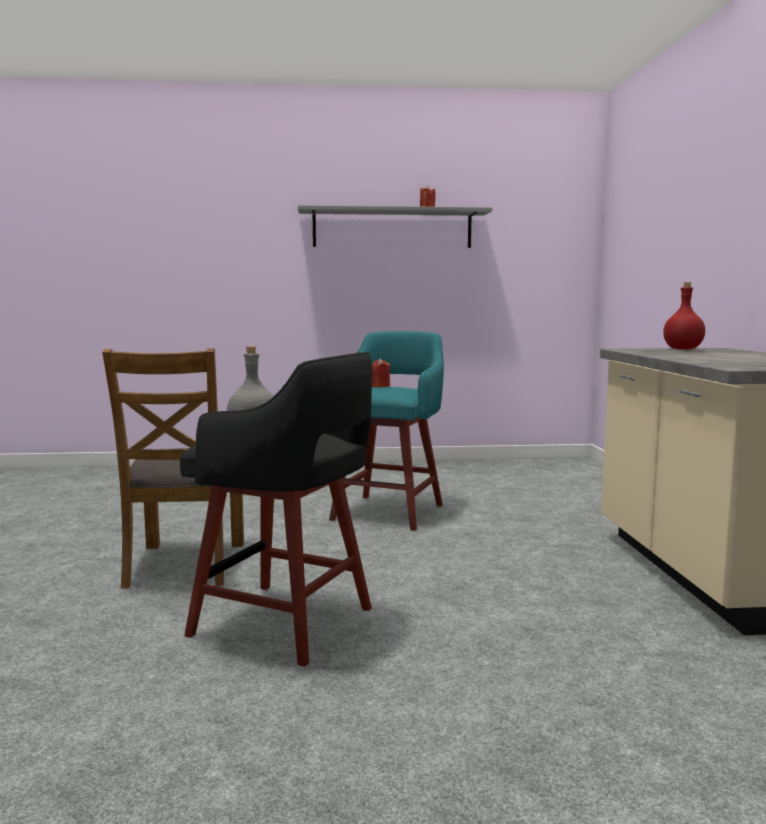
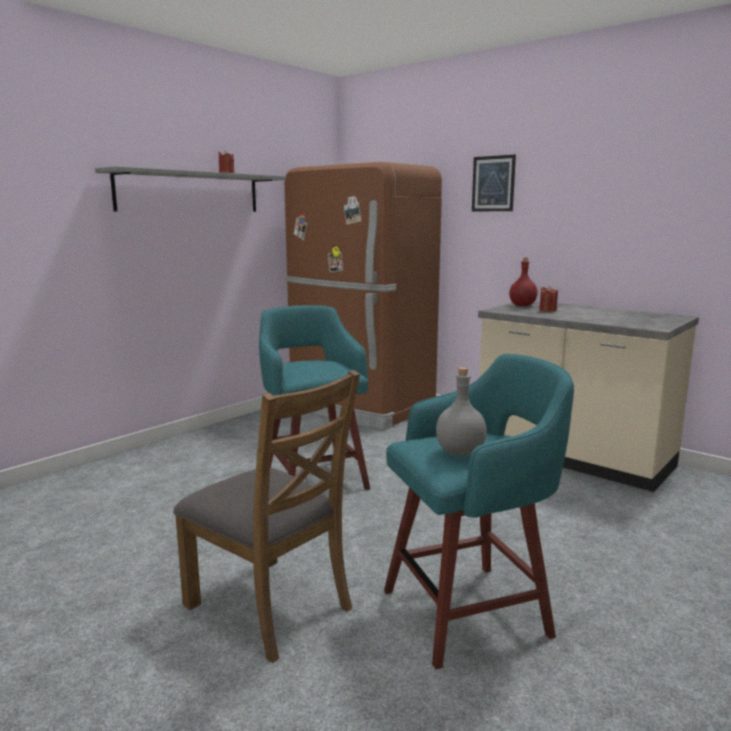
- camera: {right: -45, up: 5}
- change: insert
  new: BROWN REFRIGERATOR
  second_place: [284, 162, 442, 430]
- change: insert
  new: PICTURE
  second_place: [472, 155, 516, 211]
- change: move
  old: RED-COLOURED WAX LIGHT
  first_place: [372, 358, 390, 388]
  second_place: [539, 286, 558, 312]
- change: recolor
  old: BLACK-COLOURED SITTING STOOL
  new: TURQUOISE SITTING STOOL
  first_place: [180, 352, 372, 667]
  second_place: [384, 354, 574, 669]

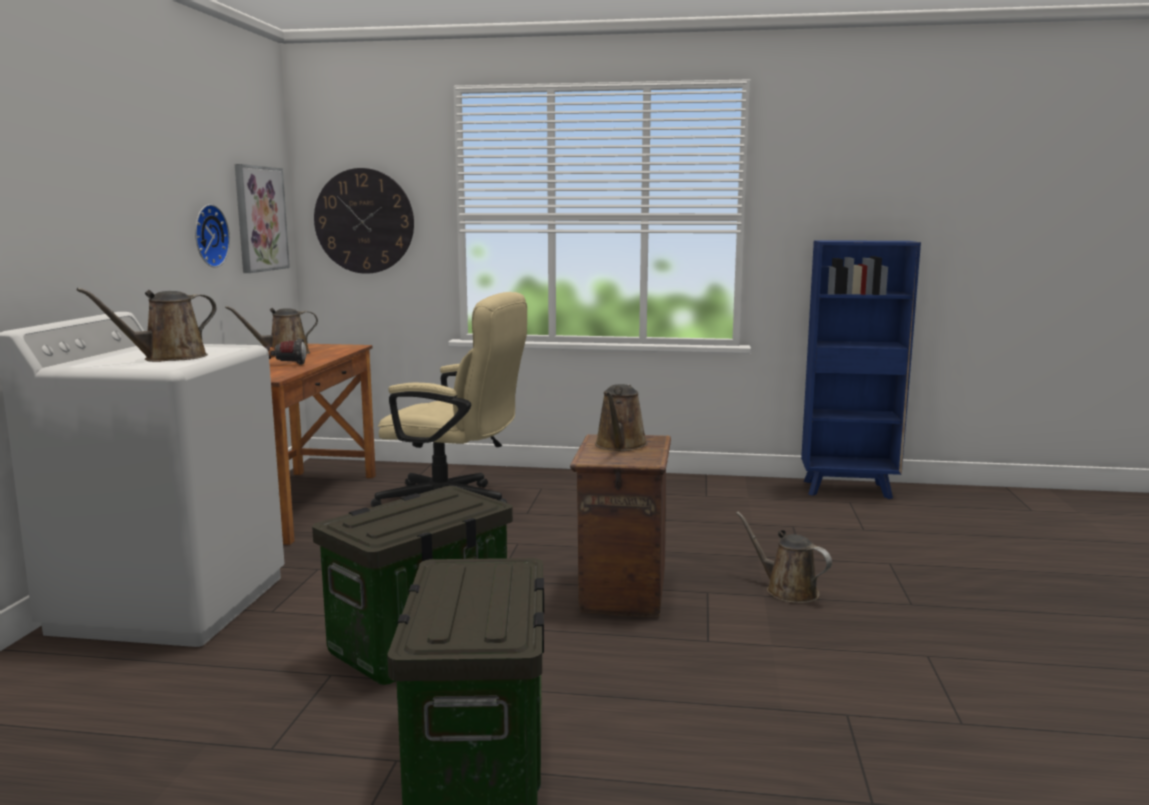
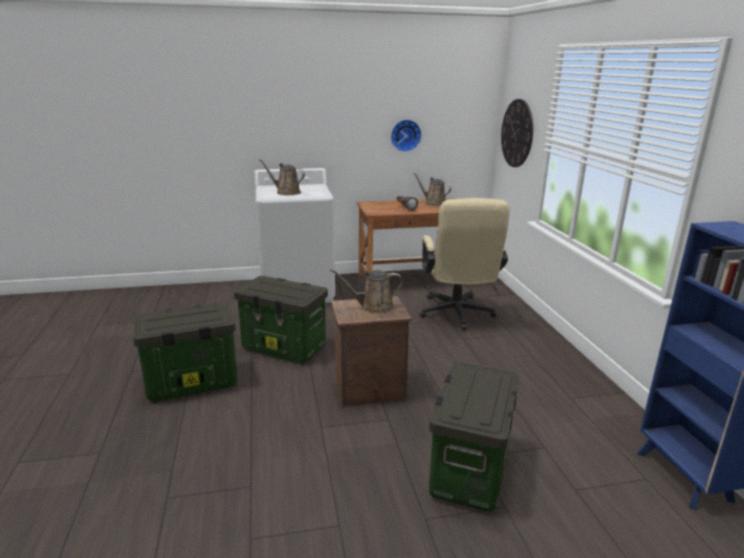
- camera: {right: 70, up: 10}
- change: delete
  old: PICTURE
  first_place: [235, 164, 290, 273]
- change: delete
  old: BROWN WATERING POT
  first_place: [736, 512, 832, 603]
- change: insert
  new: STORAGE BIN
  second_place: [429, 361, 519, 512]

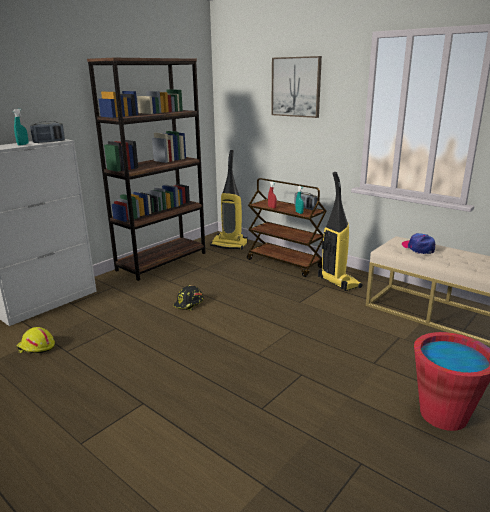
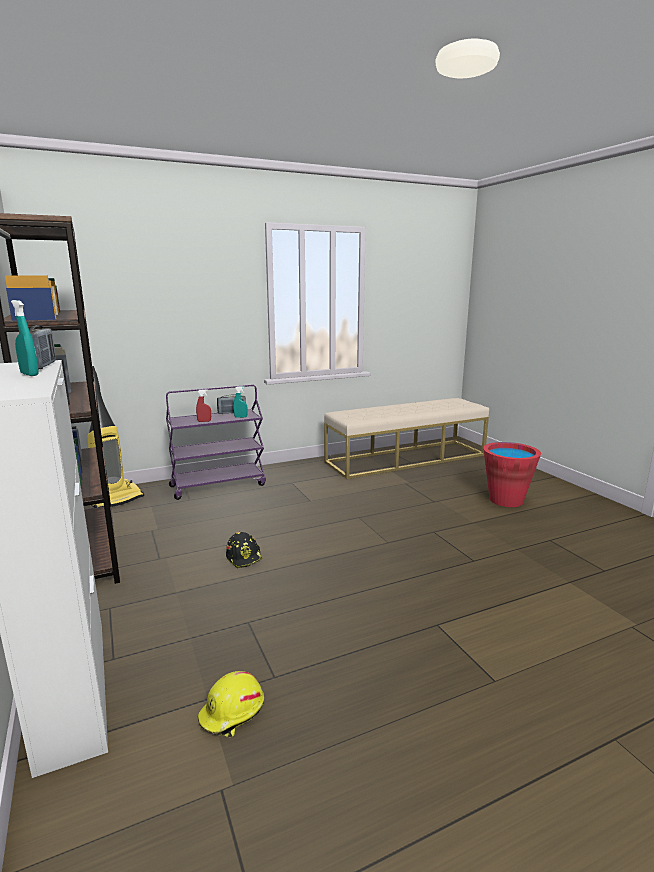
- camera: {right: -65, up: -5}
- change: delete
  old: PICTURE
  first_place: [271, 56, 322, 118]
- change: delete
  old: HOOVER
  first_place: [318, 172, 362, 291]
- change: delete
  old: PEAKED CAP
  first_place: [402, 233, 435, 254]
- change: recolor
  old: BROWN WHEELED CART
  new: PURPLISH WHEELED CART
  first_place: [247, 178, 327, 277]
  second_place: [166, 384, 266, 500]

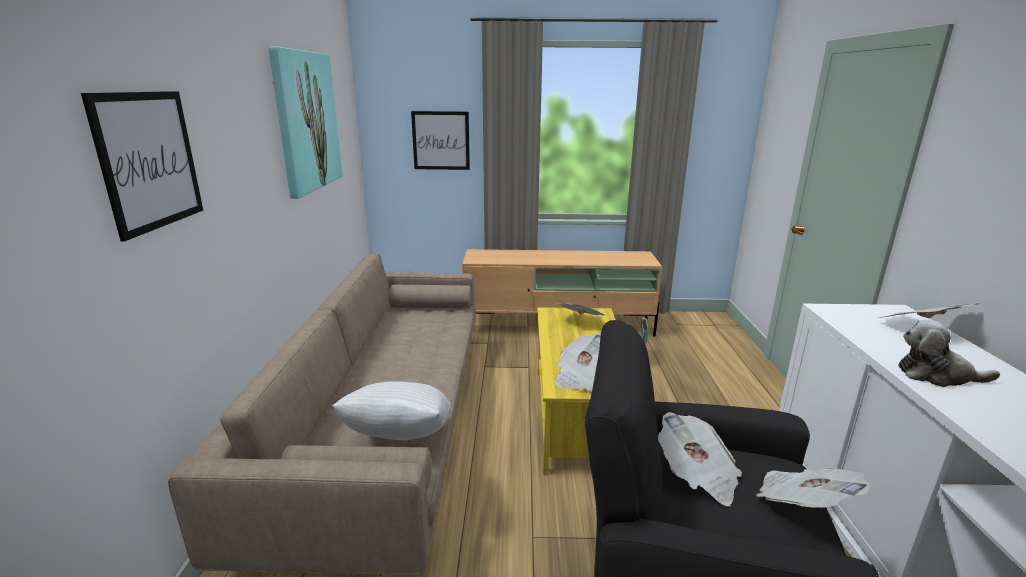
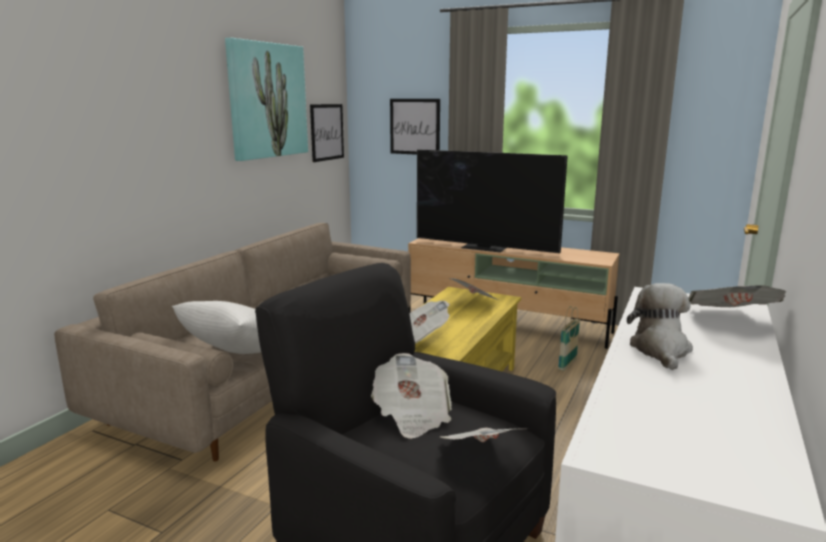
- camera: {right: 25, up: -5}
- change: insert
  new: TELEVISION
  second_place: [417, 149, 567, 253]
- change: move
  old: PICTURE
  first_place: [81, 91, 203, 241]
  second_place: [310, 104, 344, 162]
- change: rotate
  old: CUDDLY TOY
  first_place: [898, 320, 1000, 387]
  second_place: [627, 283, 693, 370]
  degrees: 60

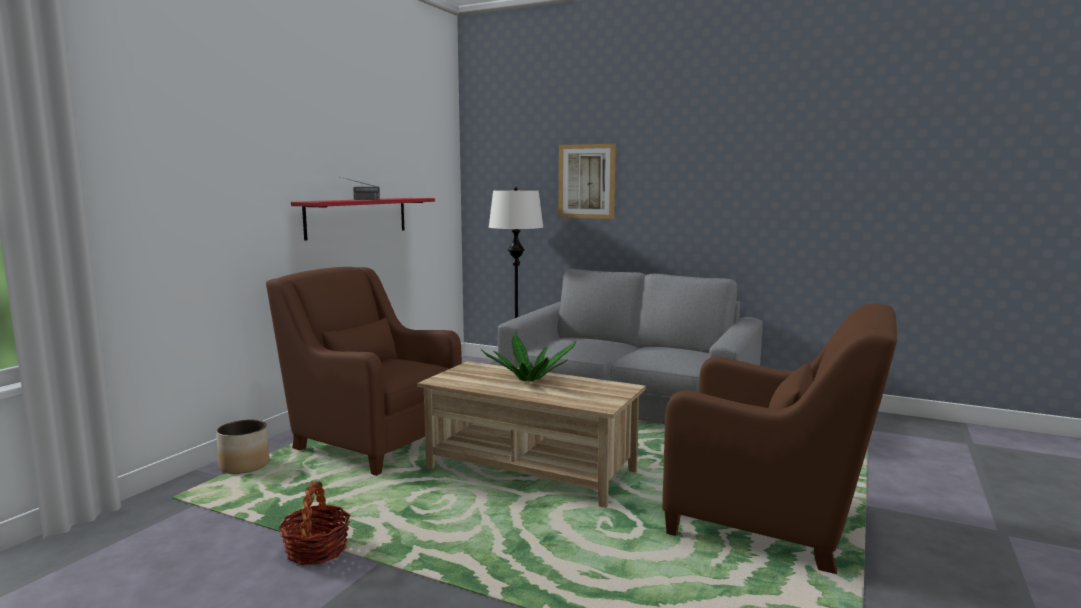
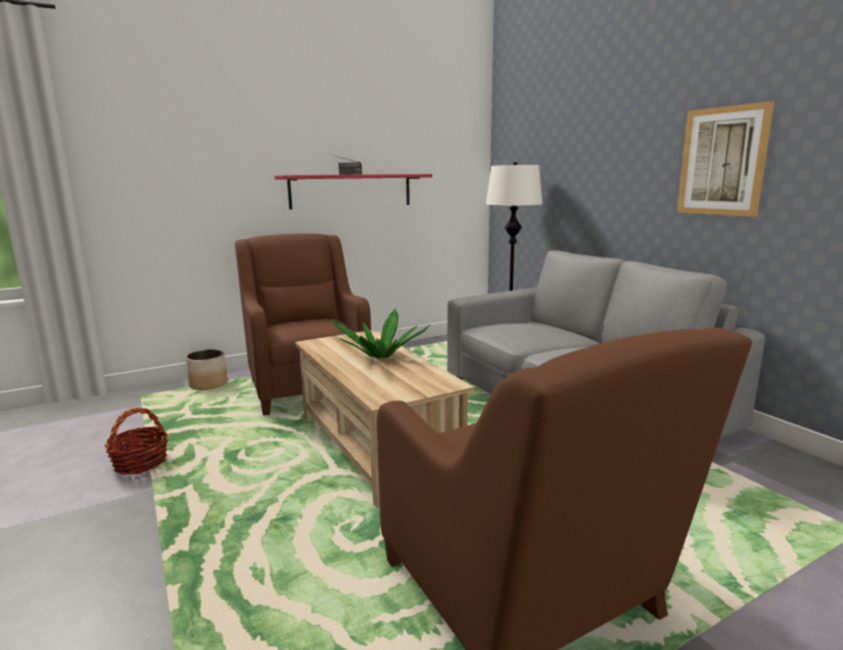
- camera: {right: 35, up: 5}
- change: move
  old: PICTURE
  first_place: [559, 144, 616, 219]
  second_place: [677, 101, 774, 217]

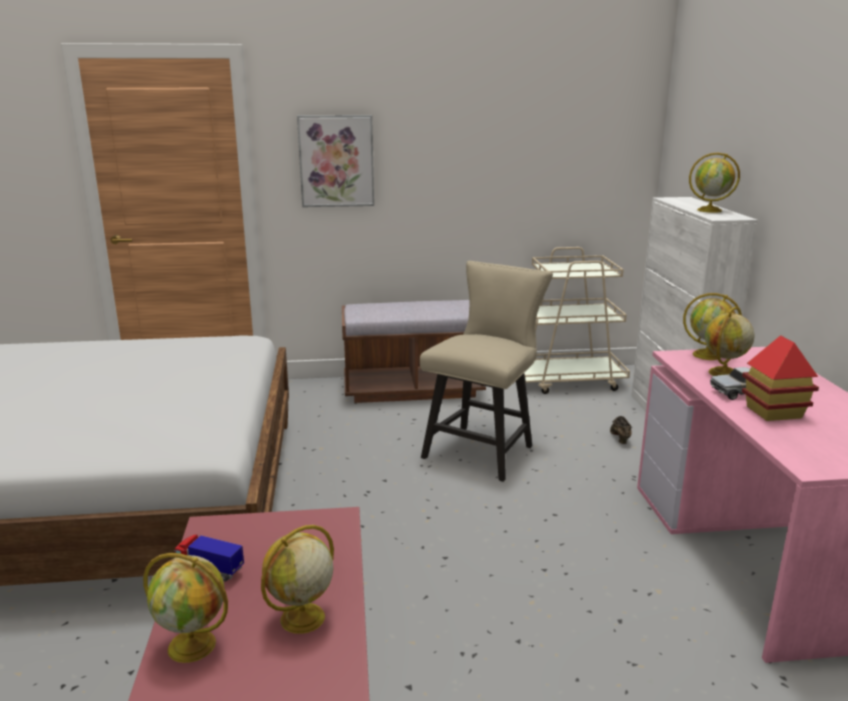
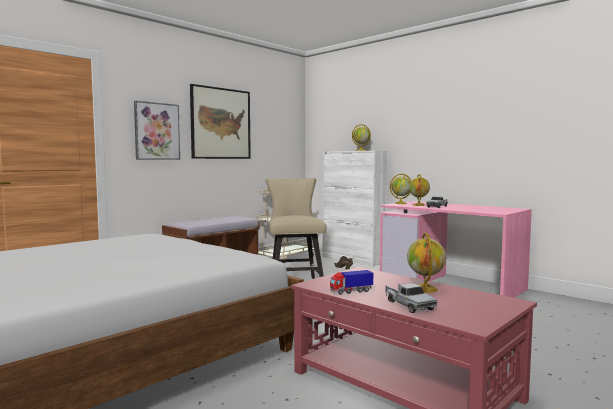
- camera: {right: -40, up: -15}
- change: delete
  old: MINIATURE HOUSE
  first_place: [742, 335, 819, 421]
- change: insert
  new: PICTURE
  second_place: [190, 84, 251, 159]
- change: replace
  old: GLOBE
  new: MODEL TRUCK
  first_place: [143, 553, 228, 663]
  second_place: [385, 284, 437, 313]

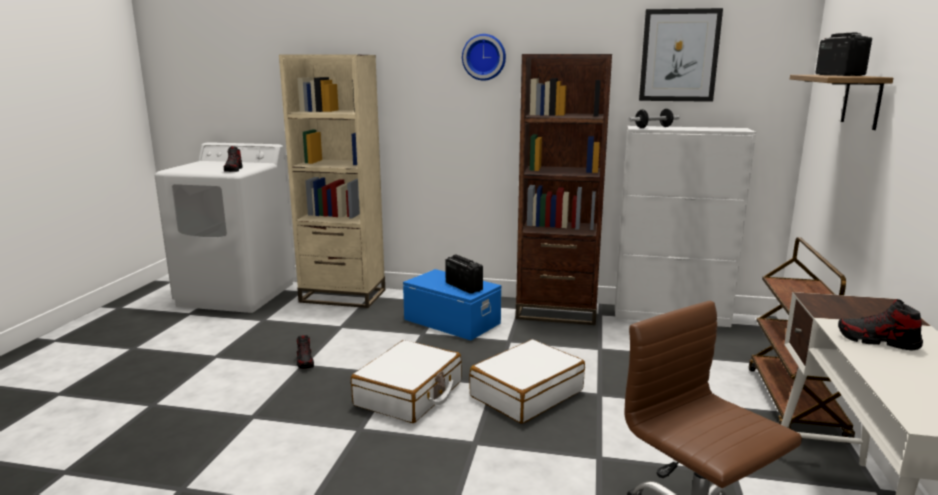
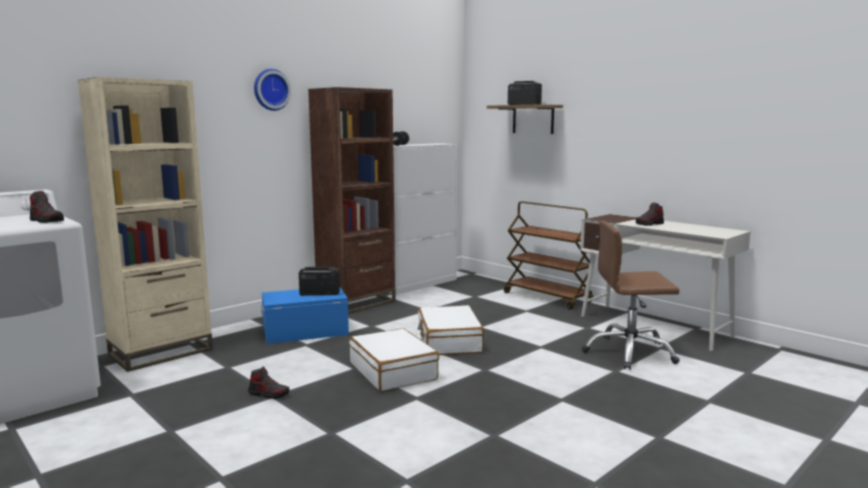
- camera: {right: -55, up: -5}
- change: delete
  old: PICTURE
  first_place: [639, 8, 723, 102]

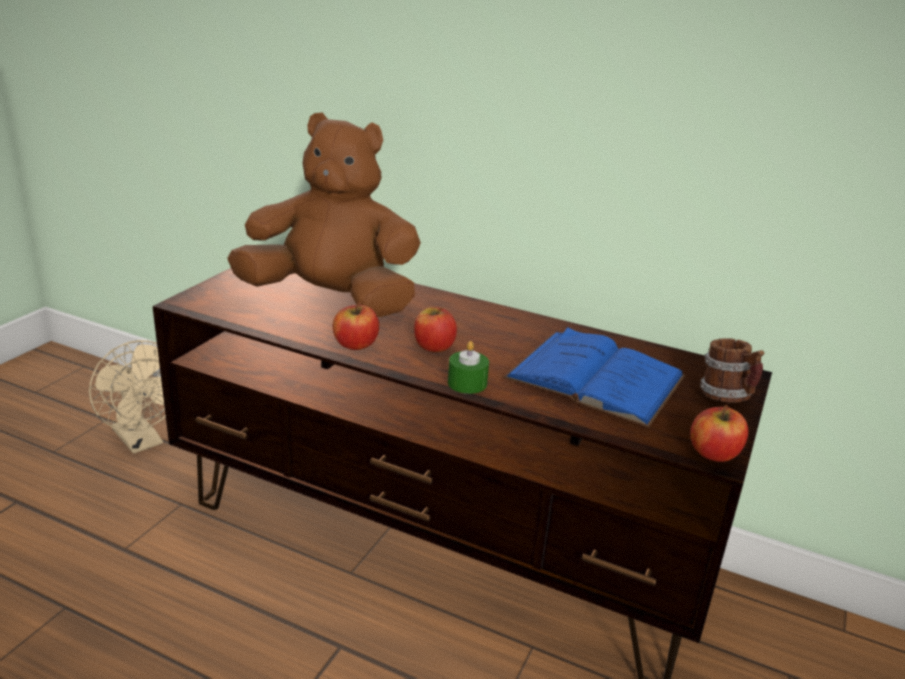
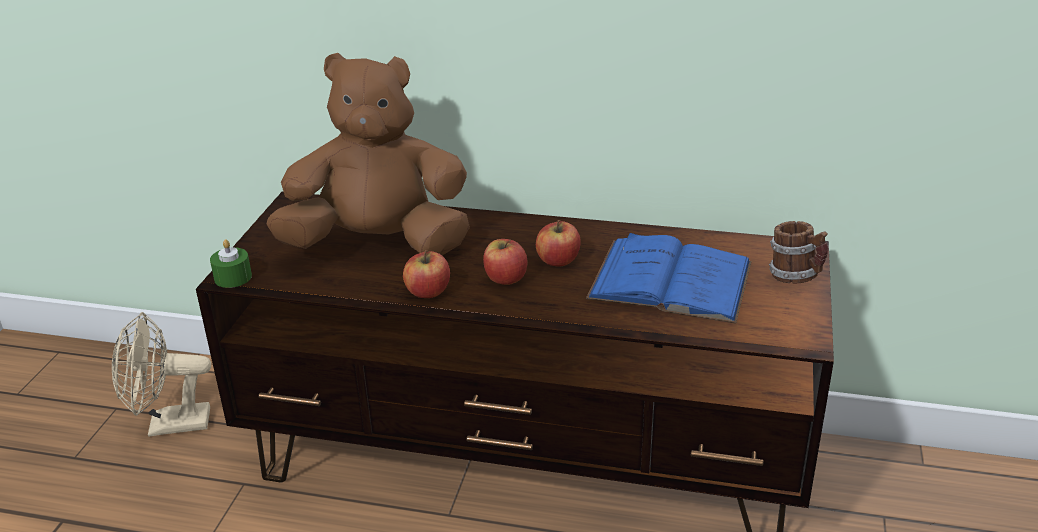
- camera: {right: -10, up: 5}
- change: move
  old: GREEN-COLOURED WAX LIGHT
  first_place: [448, 341, 489, 394]
  second_place: [210, 239, 252, 288]
- change: move
  old: WHOLE APPLE
  first_place: [690, 405, 748, 462]
  second_place: [536, 220, 581, 266]
- change: rotate
  old: BEIGE COOLING FAN
  first_place: [89, 340, 166, 454]
  second_place: [112, 312, 211, 437]
  degrees: 135

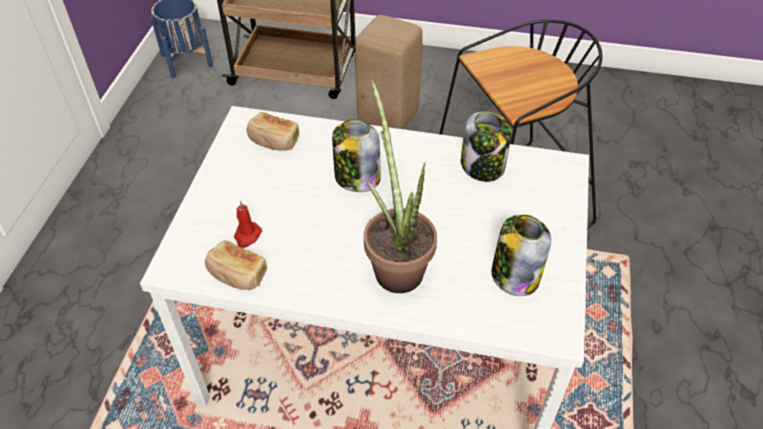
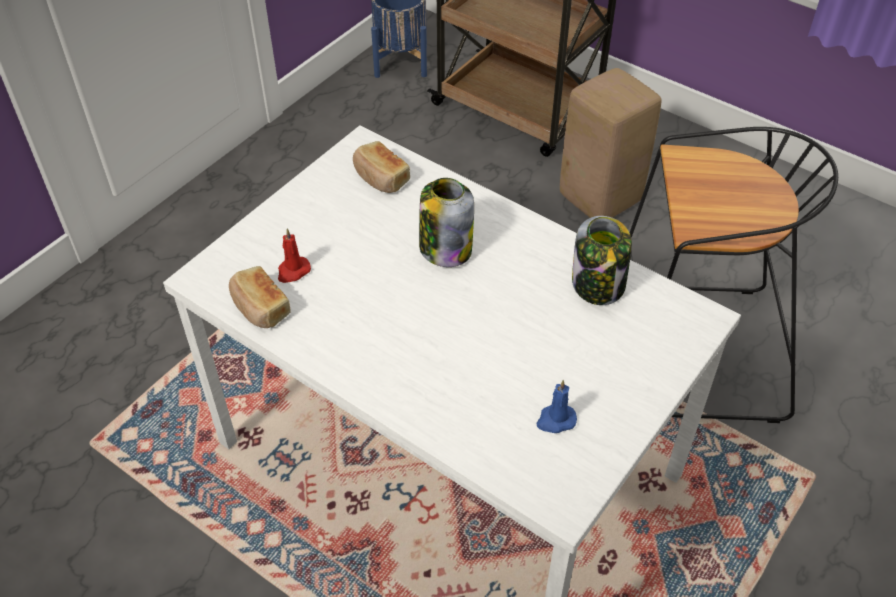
- camera: {right: 25, up: 0}
- change: delete
  old: POTTED PLANT
  first_place: [364, 79, 437, 293]
- change: replace
  old: JAR
  new: BLUE-COLOURED WAX LIGHT
  first_place: [492, 215, 551, 296]
  second_place: [536, 380, 577, 433]

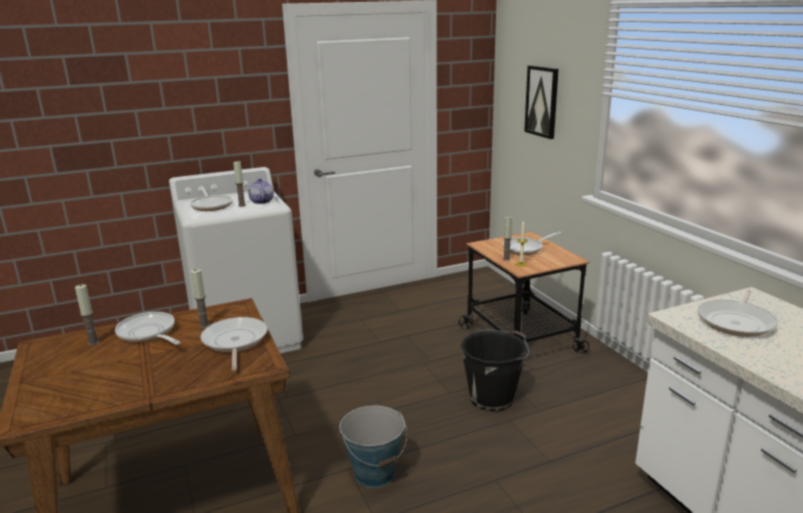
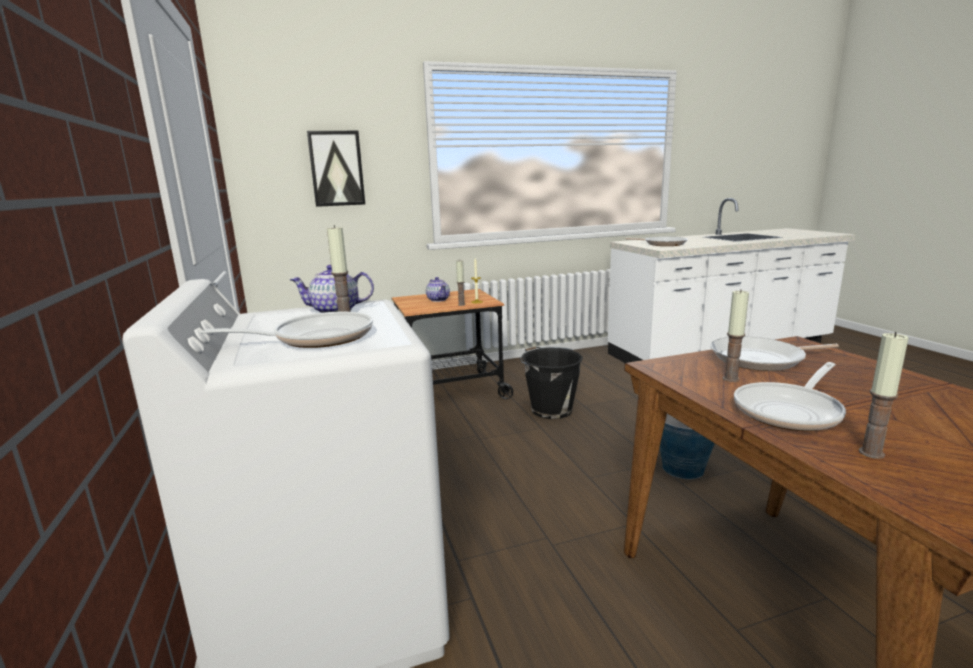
- camera: {right: -85, up: -5}
- change: replace
  old: PAN
  new: TEAPOT
  first_place: [502, 232, 561, 255]
  second_place: [426, 277, 450, 302]

